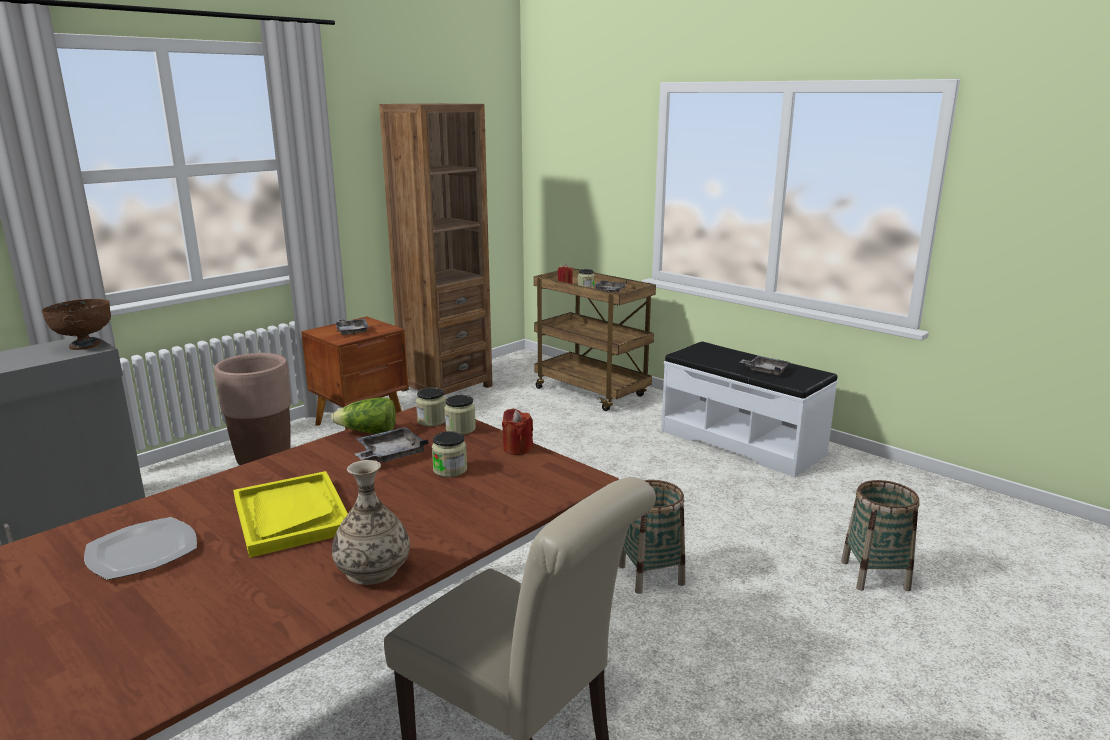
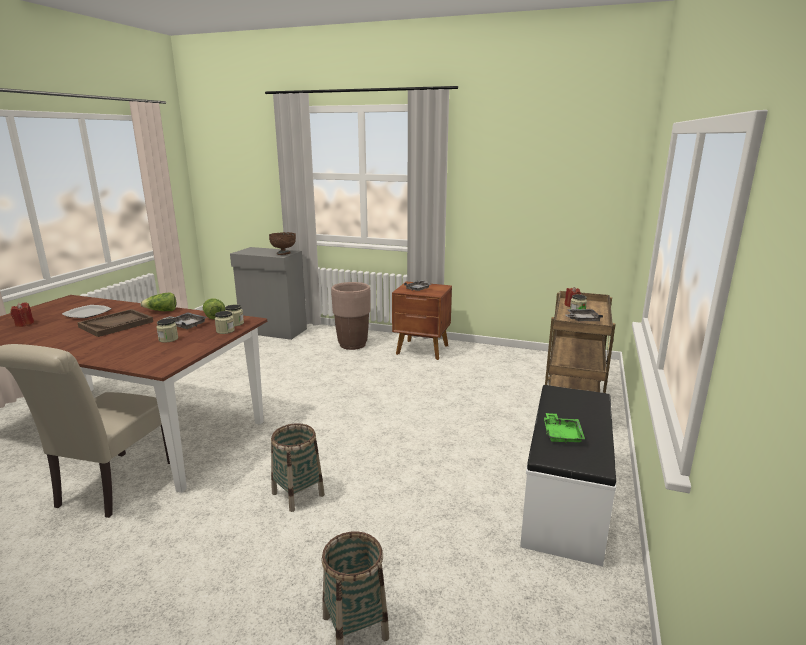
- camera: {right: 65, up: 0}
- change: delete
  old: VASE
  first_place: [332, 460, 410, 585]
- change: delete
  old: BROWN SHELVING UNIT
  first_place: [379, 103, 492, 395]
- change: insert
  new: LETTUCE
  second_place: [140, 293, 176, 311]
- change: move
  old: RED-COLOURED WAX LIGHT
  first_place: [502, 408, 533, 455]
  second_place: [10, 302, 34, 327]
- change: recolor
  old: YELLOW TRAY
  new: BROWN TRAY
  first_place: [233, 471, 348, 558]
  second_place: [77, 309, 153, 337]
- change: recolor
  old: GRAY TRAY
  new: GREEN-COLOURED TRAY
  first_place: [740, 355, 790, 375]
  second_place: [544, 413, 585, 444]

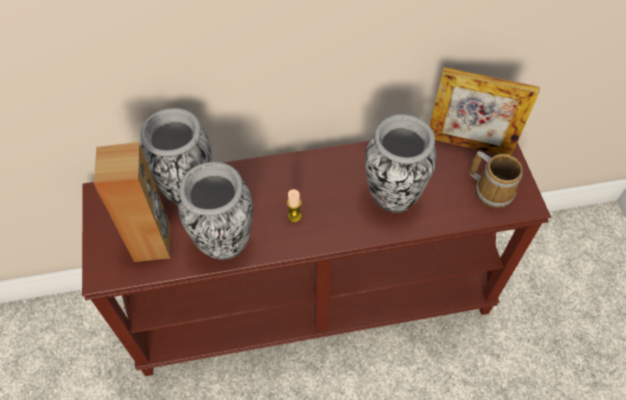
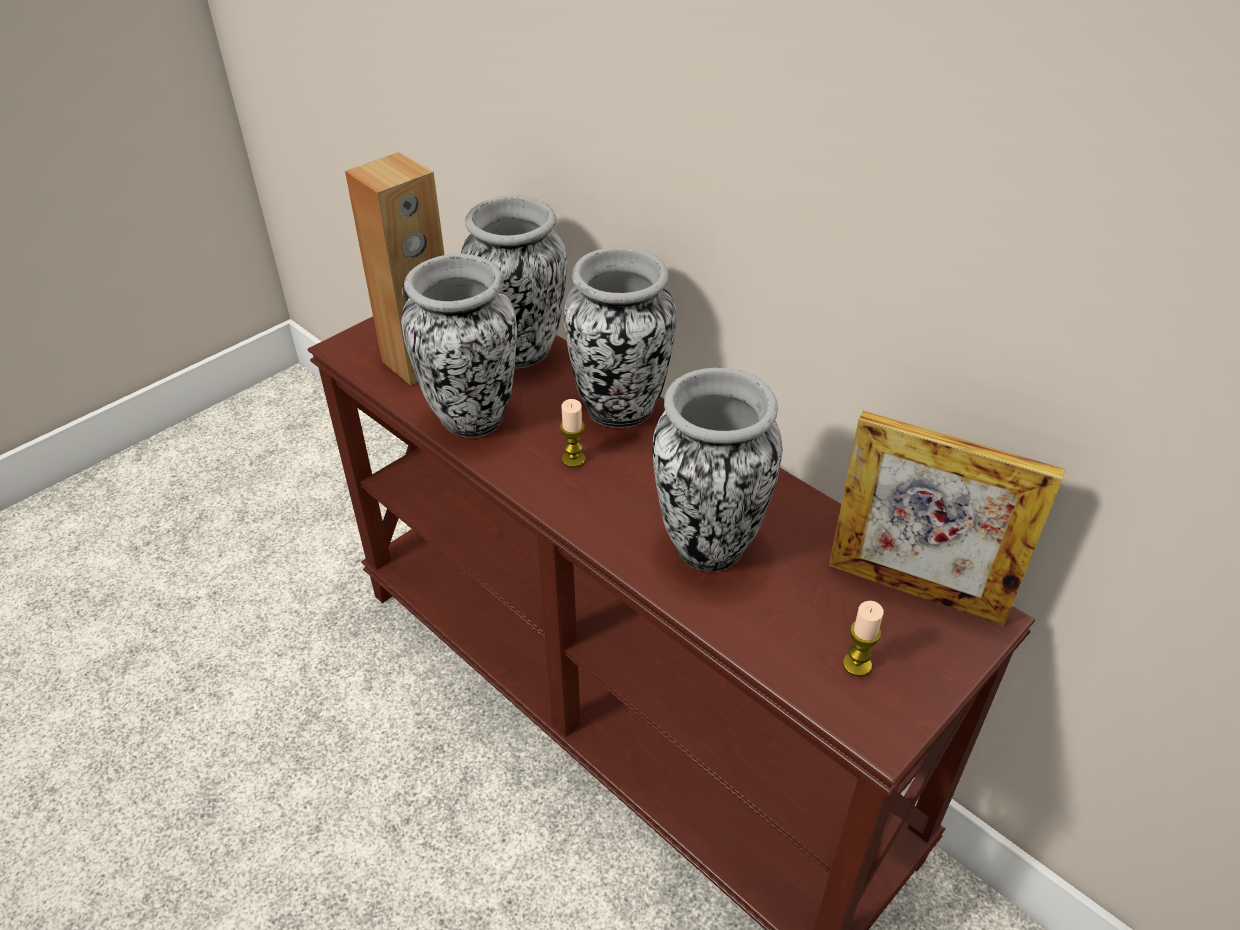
- camera: {right: 55, up: -15}
- change: insert
  new: VASE
  second_place: [564, 247, 677, 428]
- change: replace
  old: TEA MUG
  new: WAX LIGHT
  first_place: [469, 151, 523, 209]
  second_place: [843, 601, 884, 677]
- change: rotate
  old: PICTURE FRAME
  first_place: [430, 67, 540, 156]
  second_place: [829, 411, 1065, 626]
  degrees: -45

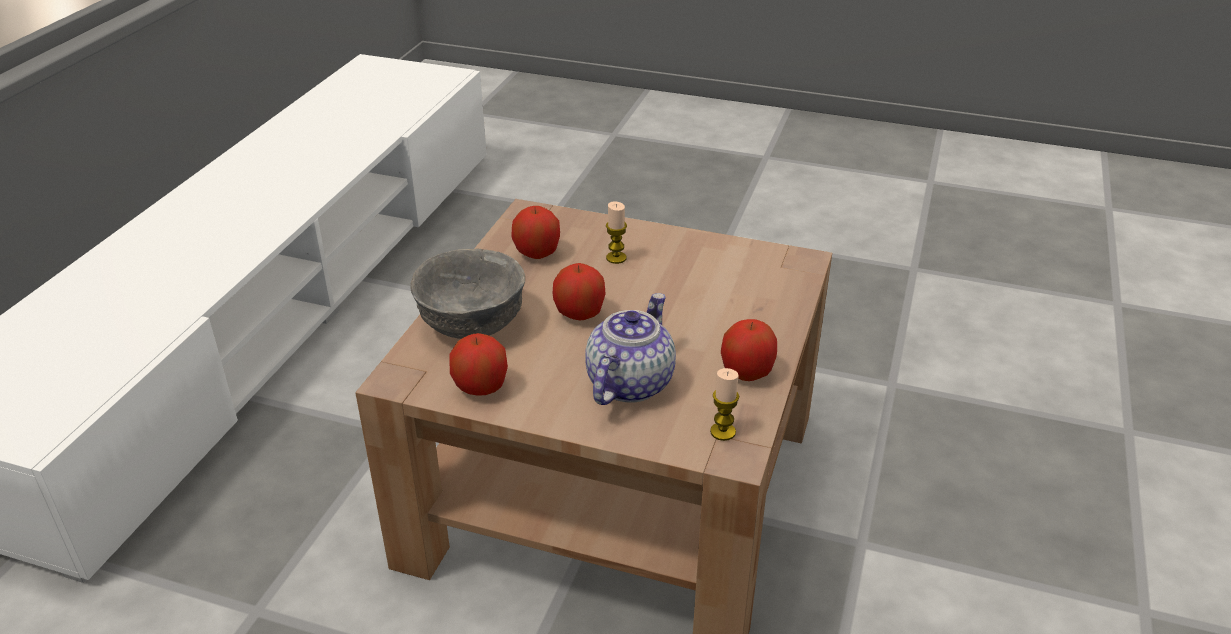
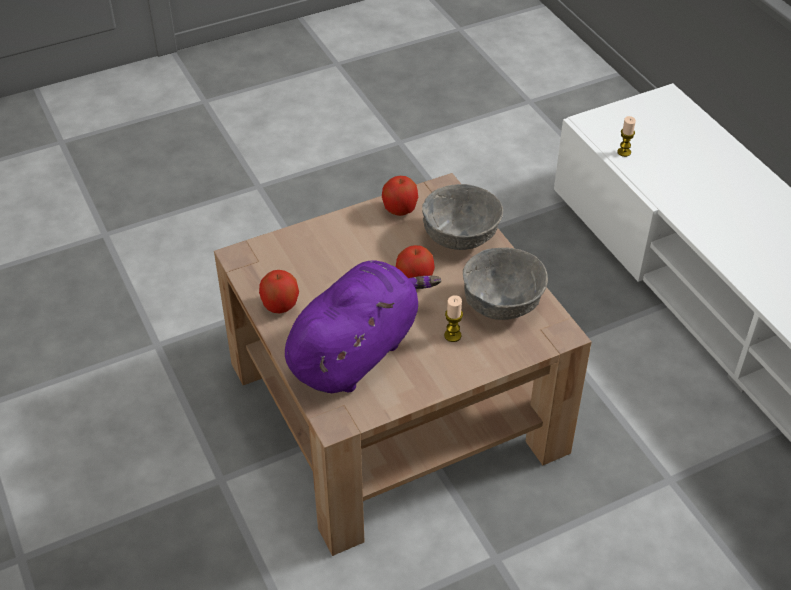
- camera: {right: 135, up: 10}
- change: delete
  old: TEAPOT
  first_place: [585, 293, 676, 405]
- change: insert
  new: PURPLISH CUDDLY TOY
  second_place: [285, 260, 441, 393]
- change: move
  old: WAX LIGHT
  first_place: [710, 368, 740, 441]
  second_place: [617, 116, 636, 157]
- change: replace
  old: WHOLE APPLE
  new: GRAY BOWL
  first_place: [511, 206, 560, 259]
  second_place: [463, 247, 548, 320]

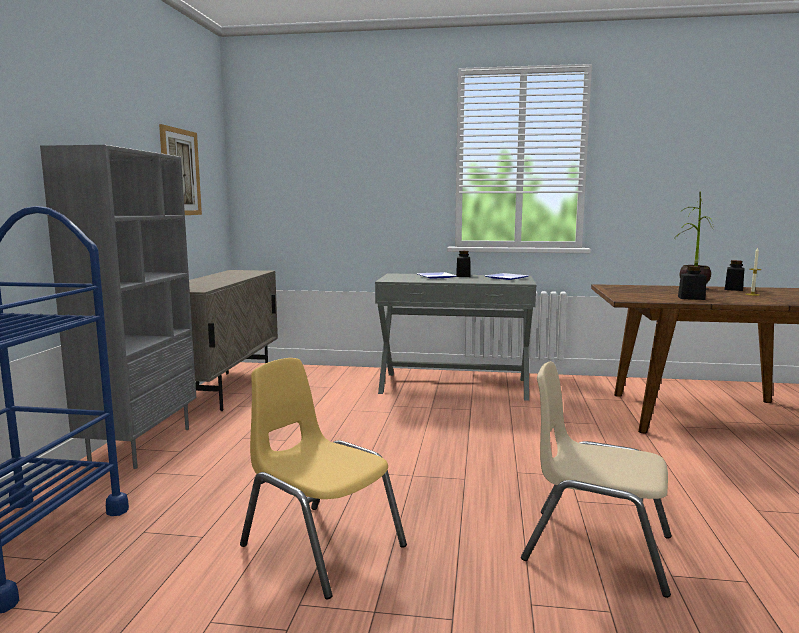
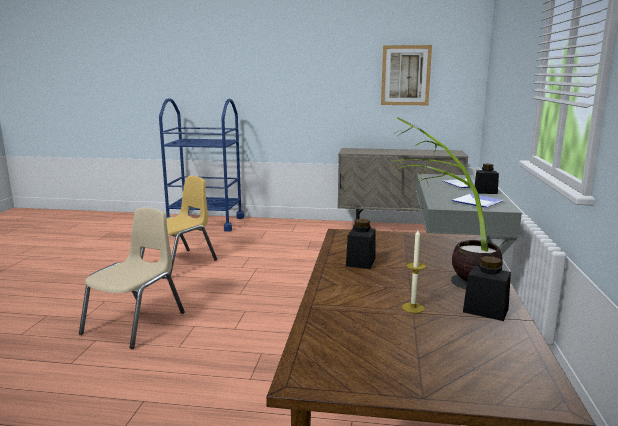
- camera: {right: 90, up: 5}
- change: delete
  old: GRAY SHELVING UNIT
  first_place: [40, 145, 196, 469]

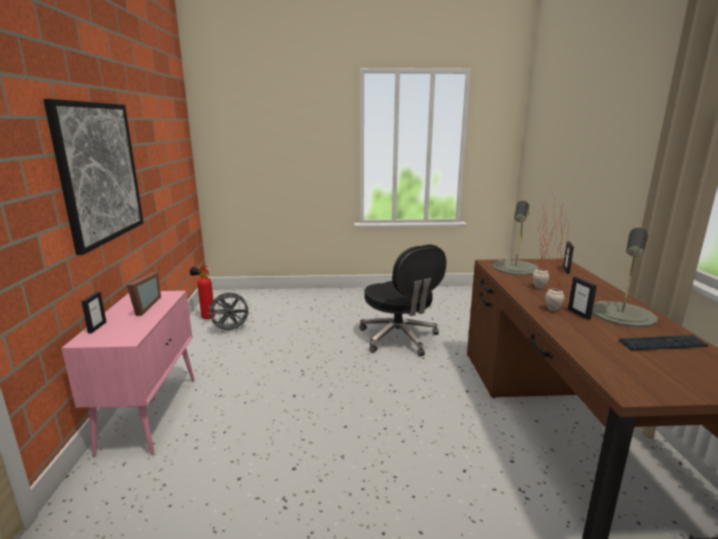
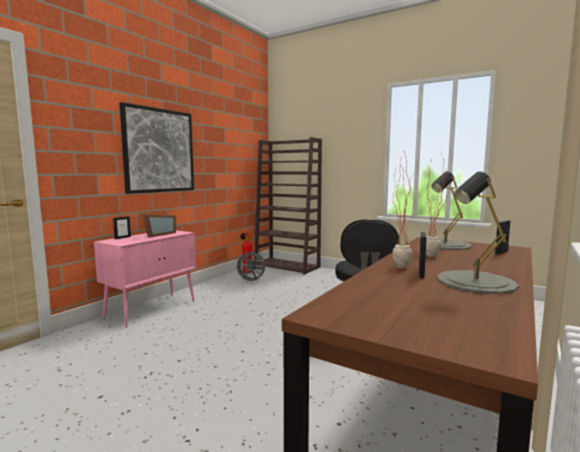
- camera: {right: 35, up: -10}
- change: delete
  old: PC KEYBOARD
  first_place: [619, 335, 709, 350]
- change: insert
  new: BROWN SHELVING UNIT
  second_place: [254, 137, 322, 275]

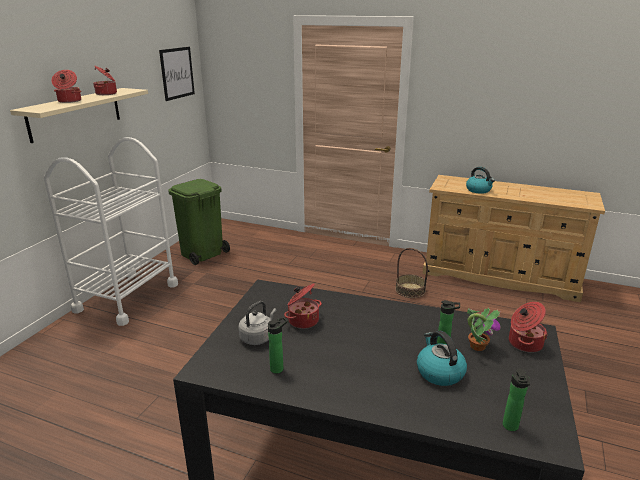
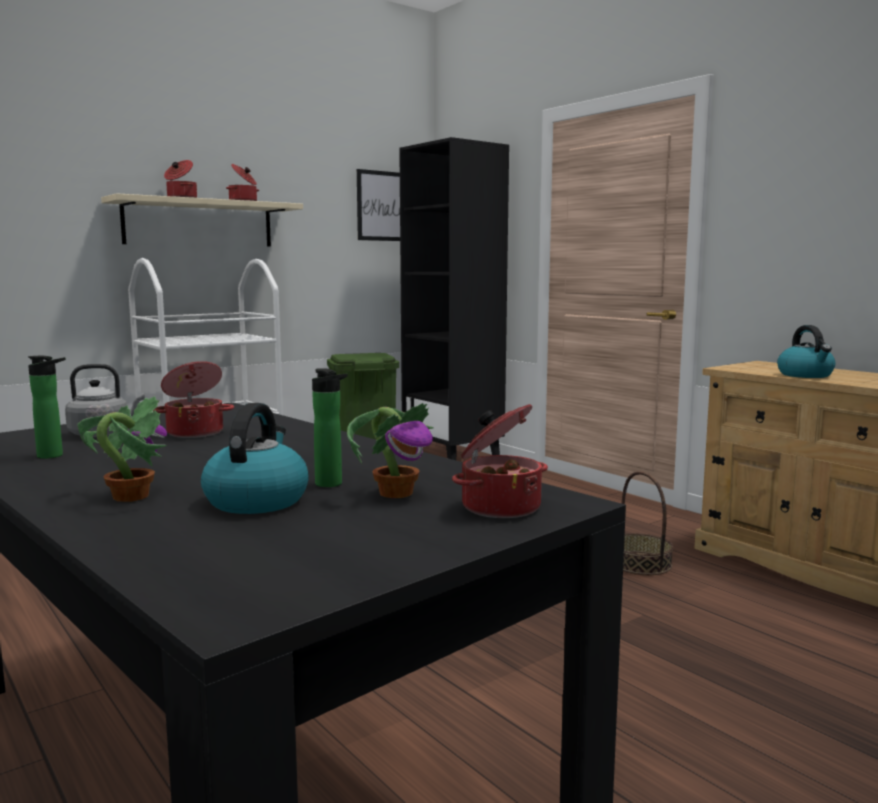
- camera: {right: 30, up: -15}
- change: delete
  old: BEVERAGE BOTTLE
  first_place: [503, 368, 530, 431]
- change: insert
  new: POTTED PLANT
  second_place: [78, 396, 167, 502]
- change: insert
  new: BLACK-COLOURED SHELVING UNIT
  second_place: [399, 137, 509, 460]

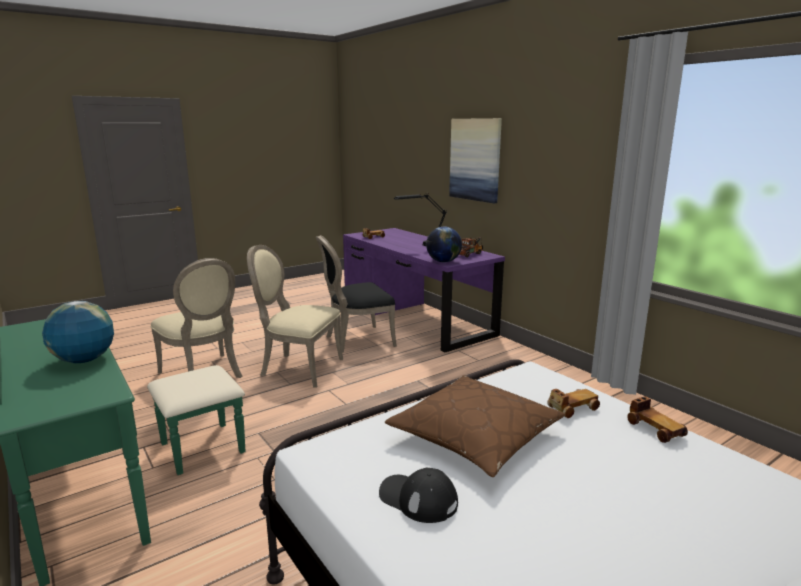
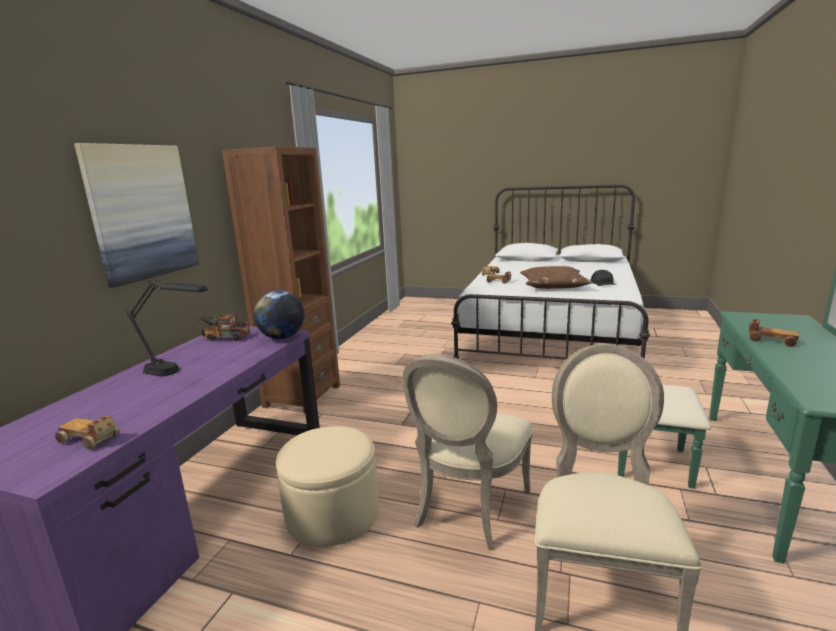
- camera: {right: -125, up: 0}
- change: insert
  new: BROWN SHELVING UNIT
  second_place: [222, 146, 340, 413]
- change: replace
  old: GLOBE
  new: MODEL CAR
  first_place: [42, 301, 114, 363]
  second_place: [749, 319, 799, 347]
- change: replace
  old: BLACK-COLOURED PLAIN CHAIR
  new: BEIGE FOOTREST
  first_place: [316, 235, 397, 353]
  second_place: [276, 426, 379, 547]
- change: rotate
  old: BEIGE PLAIN CHAIR
  first_place: [247, 245, 343, 388]
  second_place: [402, 354, 533, 550]
  degrees: 45

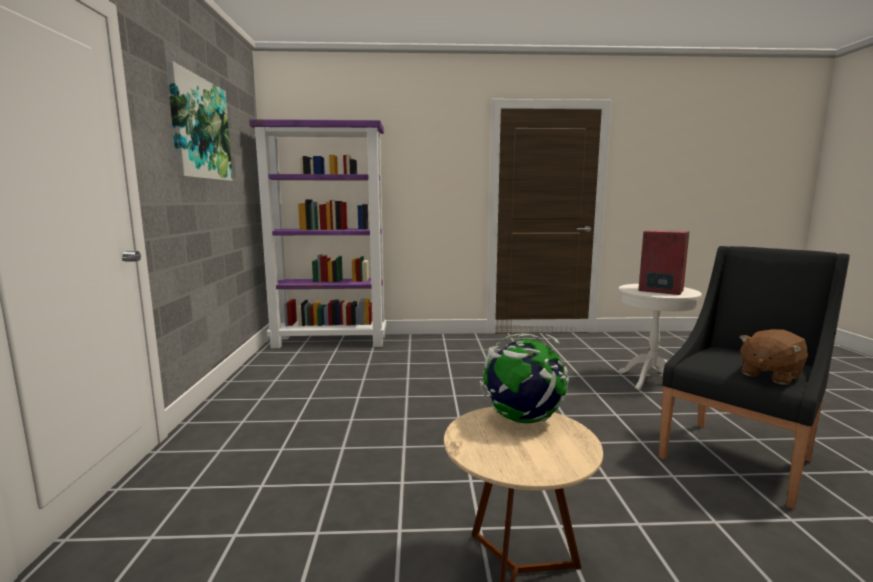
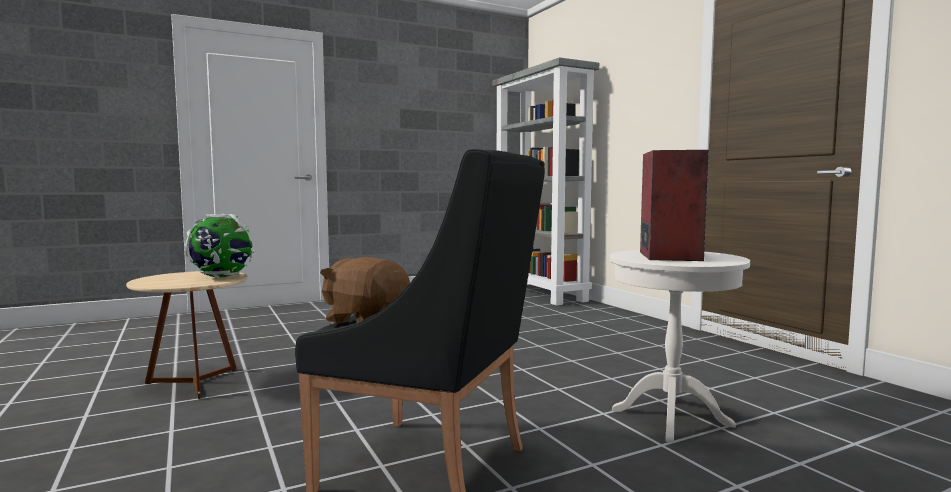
- camera: {right: 65, up: -5}
- change: delete
  old: PICTURE
  first_place: [166, 61, 233, 181]
- change: recolor
  old: PURPLISH SHELVING UNIT
  new: GRAY SHELVING UNIT
  first_place: [249, 119, 386, 348]
  second_place: [492, 57, 599, 306]

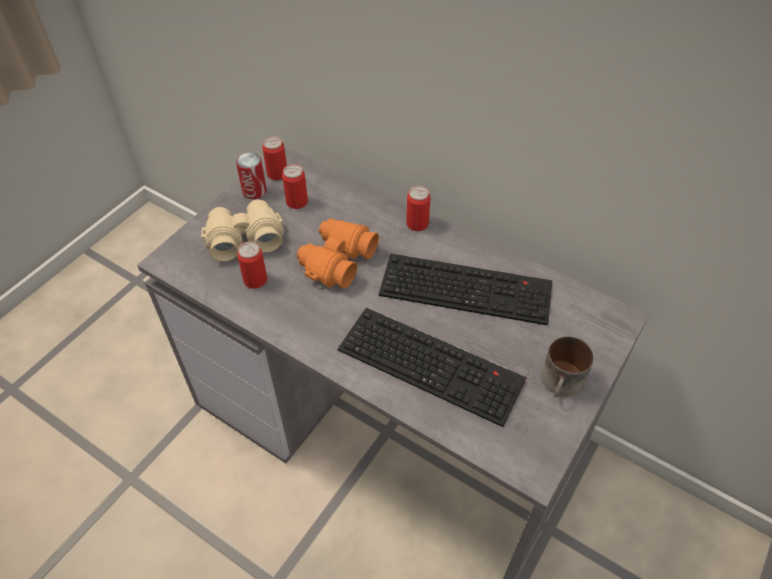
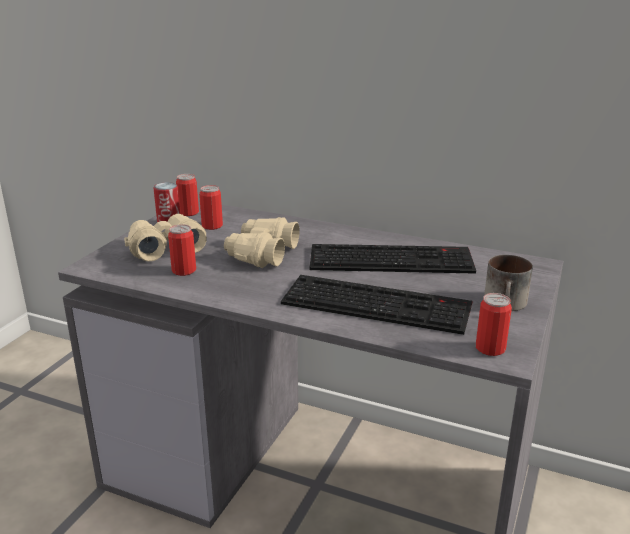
- camera: {right: -10, up: -25}
- change: move
  old: SEALED CAN
  first_place: [406, 186, 430, 231]
  second_place: [476, 293, 512, 356]
- change: recolor
  old: ORANGE-COLOURED BINOCULARS
  new: BEIGE BINOCULARS
  first_place: [297, 218, 379, 289]
  second_place: [224, 217, 300, 268]

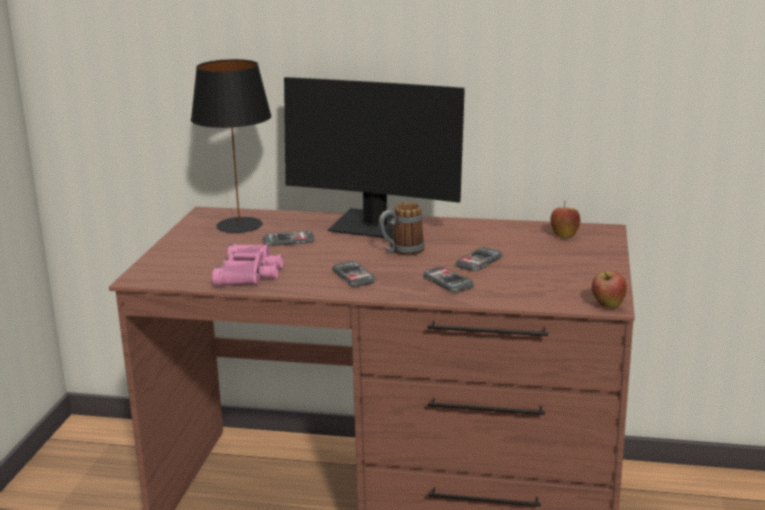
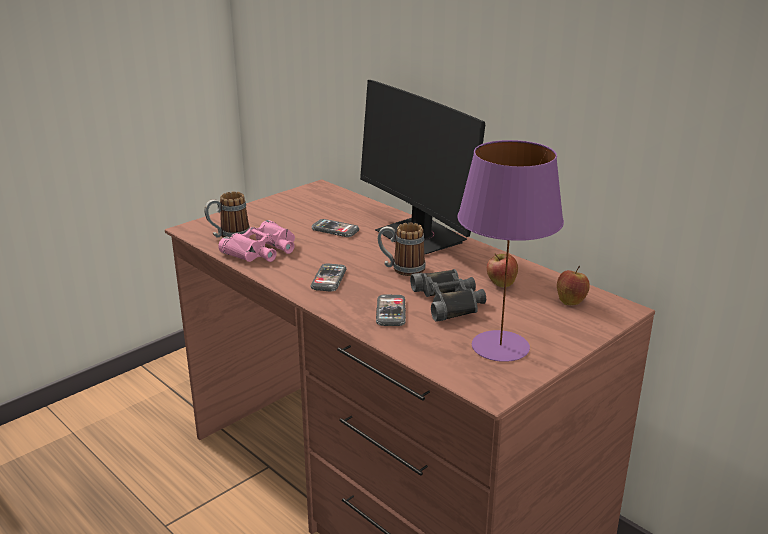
- camera: {right: 35, up: 5}
- change: delete
  old: BLACK-COLOURED LAMP FOR A TABLE
  first_place: [191, 59, 272, 233]
- change: insert
  new: TEA MUG
  second_place: [204, 191, 250, 238]
- change: insert
  new: PURPLISH LAMP FOR A TABLE
  second_place: [457, 140, 564, 362]
- change: move
  old: WHOLE APPLE
  first_place: [592, 271, 627, 308]
  second_place: [487, 254, 518, 287]
- change: replace
  old: HANDSET
  new: BLACK-COLOURED BINOCULARS
  first_place: [455, 247, 503, 271]
  second_place: [410, 269, 486, 322]

